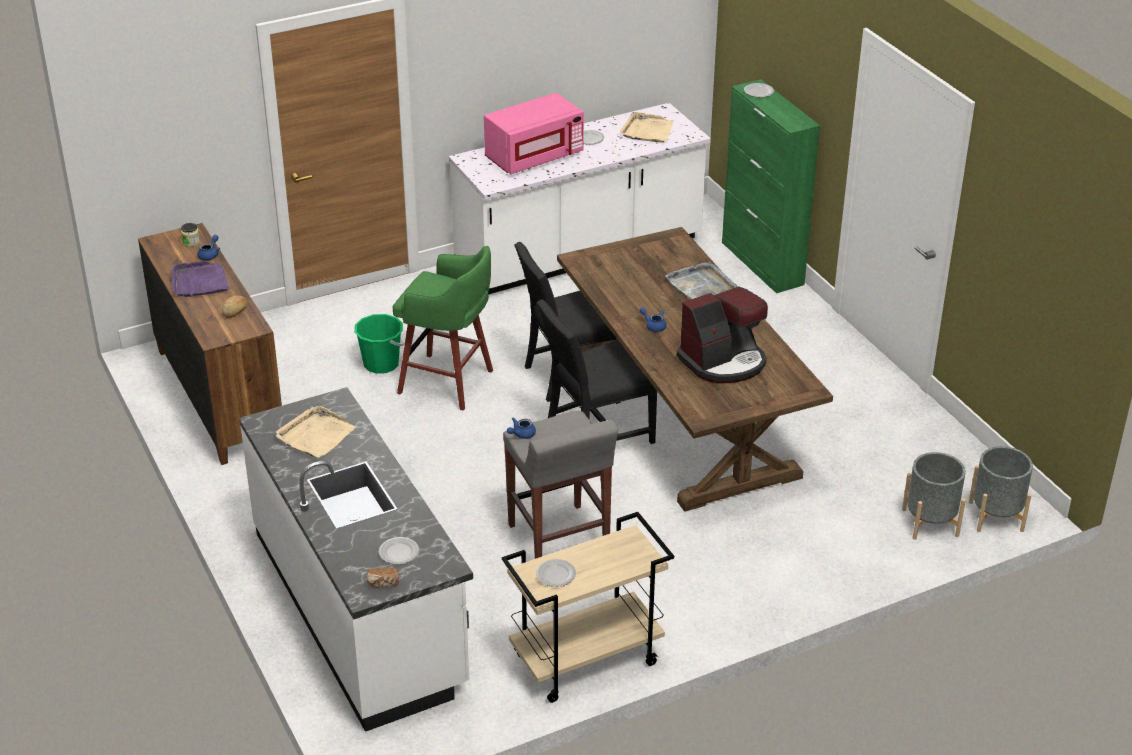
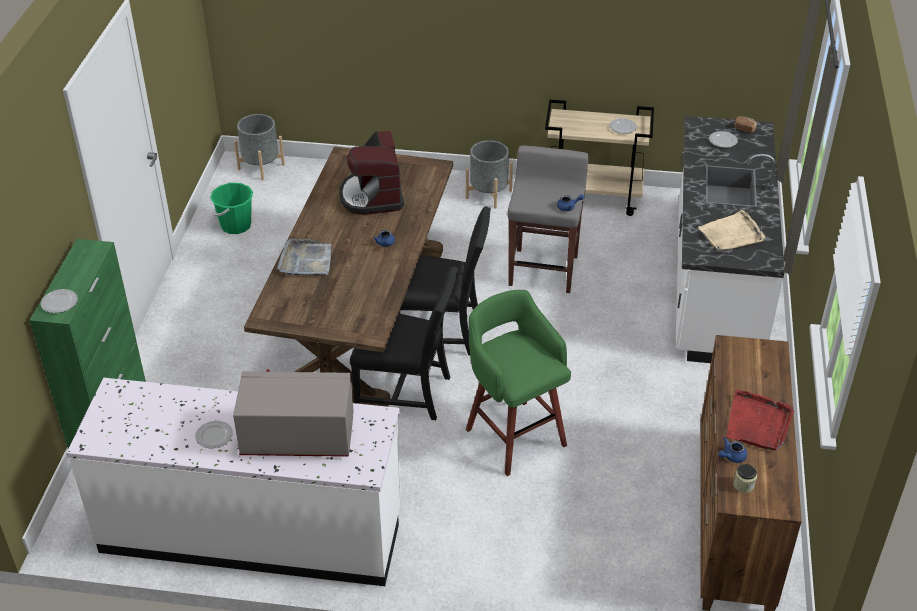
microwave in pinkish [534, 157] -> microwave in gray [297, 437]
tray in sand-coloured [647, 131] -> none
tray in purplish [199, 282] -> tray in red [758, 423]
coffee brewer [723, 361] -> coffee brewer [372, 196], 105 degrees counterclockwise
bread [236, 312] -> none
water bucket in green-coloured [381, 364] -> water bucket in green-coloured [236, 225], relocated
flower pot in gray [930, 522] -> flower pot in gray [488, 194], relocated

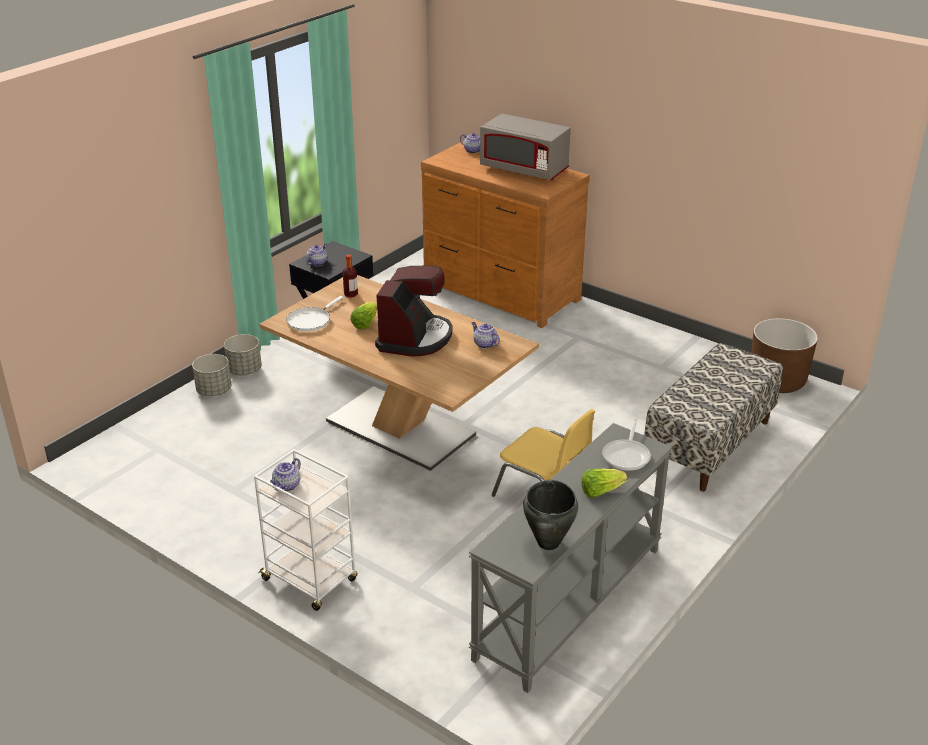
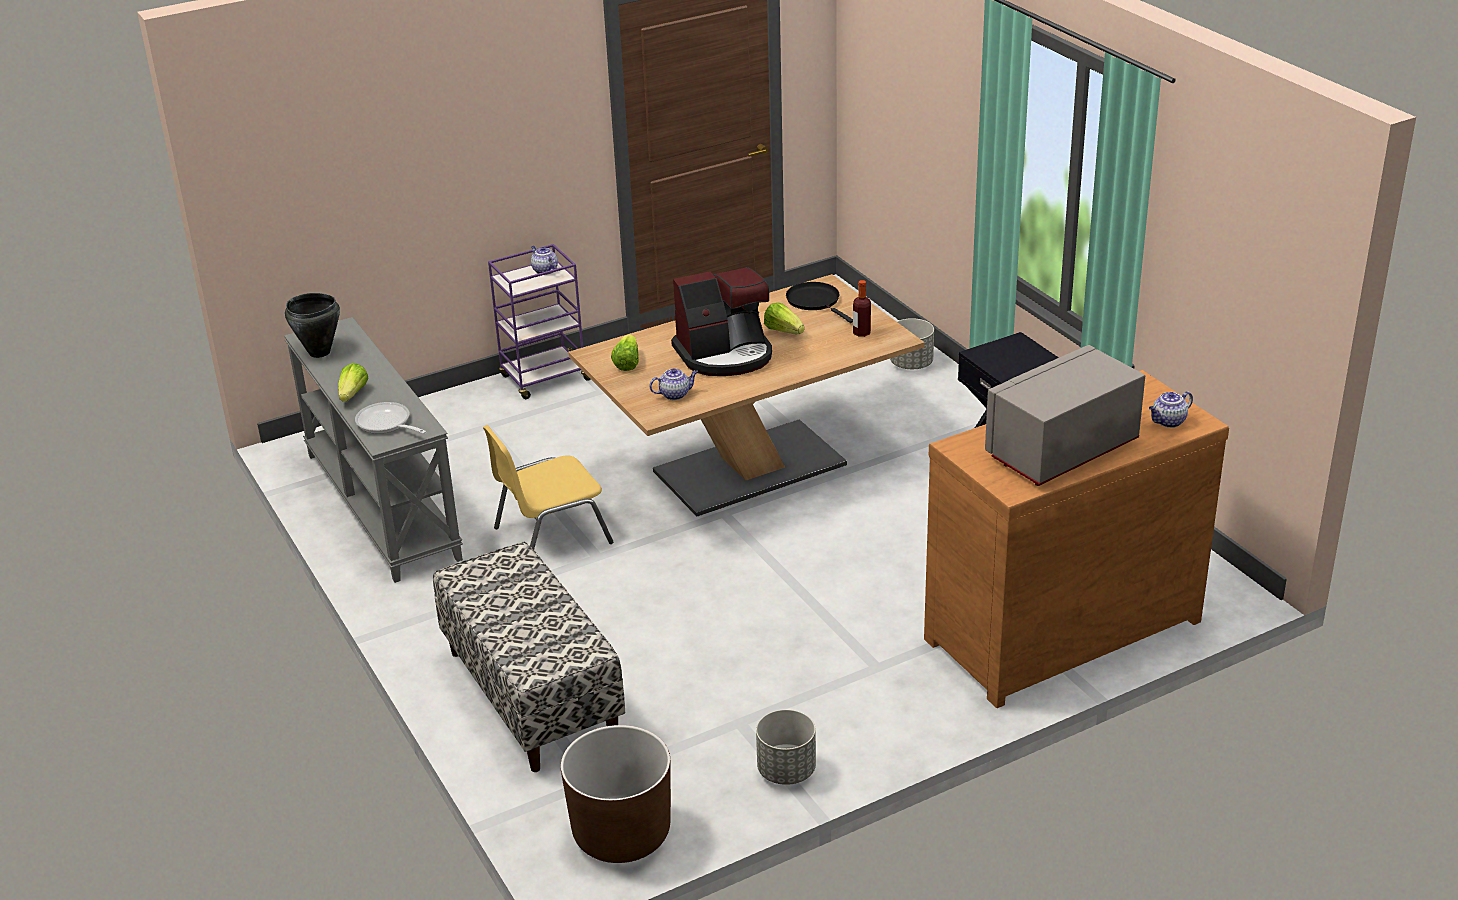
tea pot [317, 263] -> none
coffee brewer [415, 338] -> coffee brewer [725, 355], 60 degrees counterclockwise
frying pan in whitish [310, 320] -> frying pan in black-coloured [815, 301]
flower pot in gray [244, 370] -> flower pot in gray [786, 770], relocated
cart in whitish [310, 580] -> cart in purplish [544, 379]
none -> head of lettuce [627, 363]

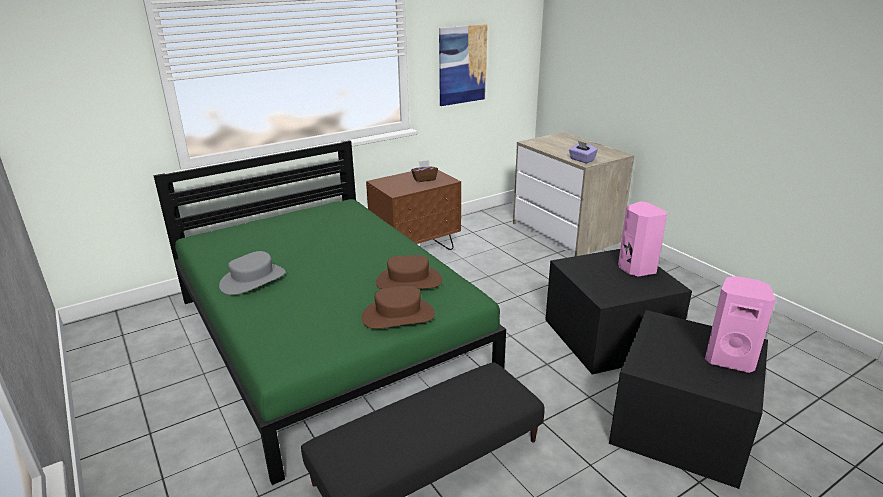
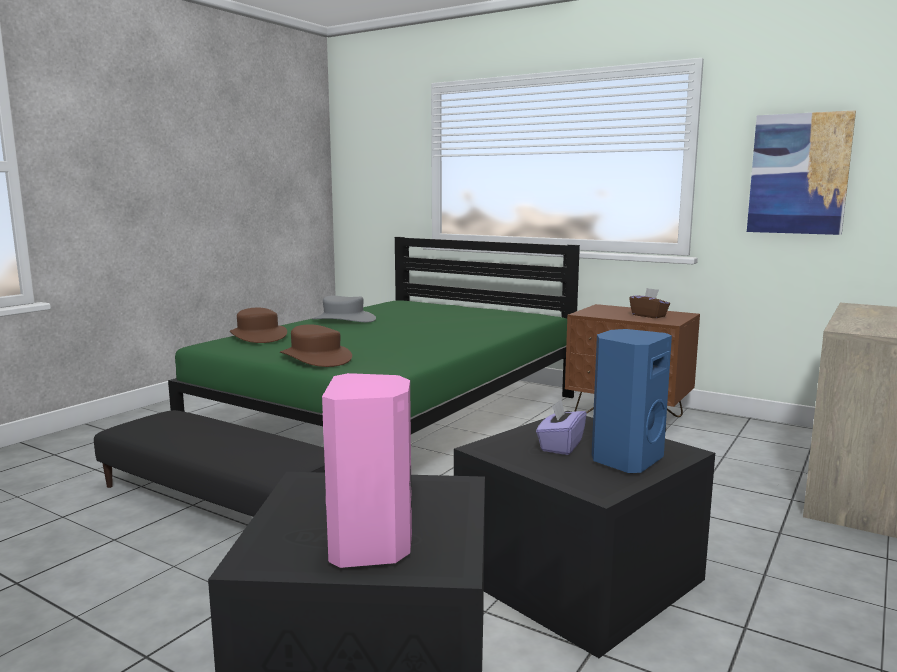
box of tissues in purplish [581, 160] -> box of tissues in purplish [560, 446], relocated
speaker in pinkish [635, 269] -> speaker in blue [624, 460]
hat in brownish [408, 281] -> hat in brownish [258, 336], relocated

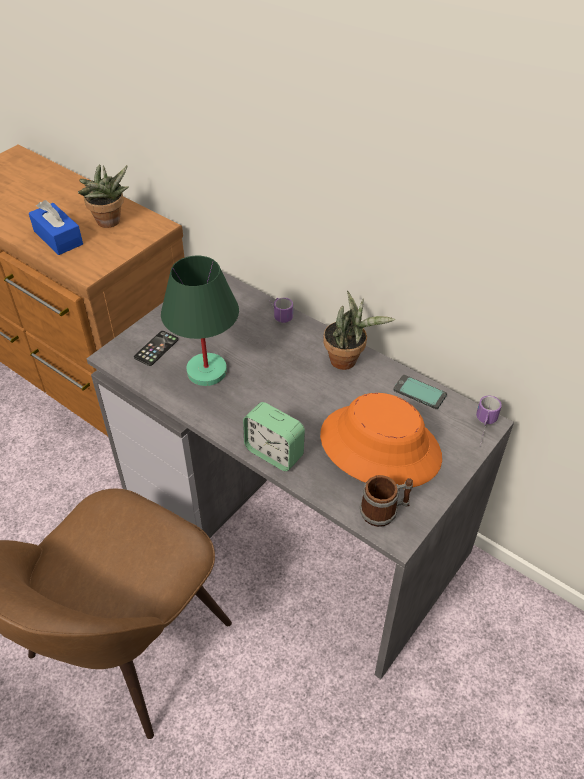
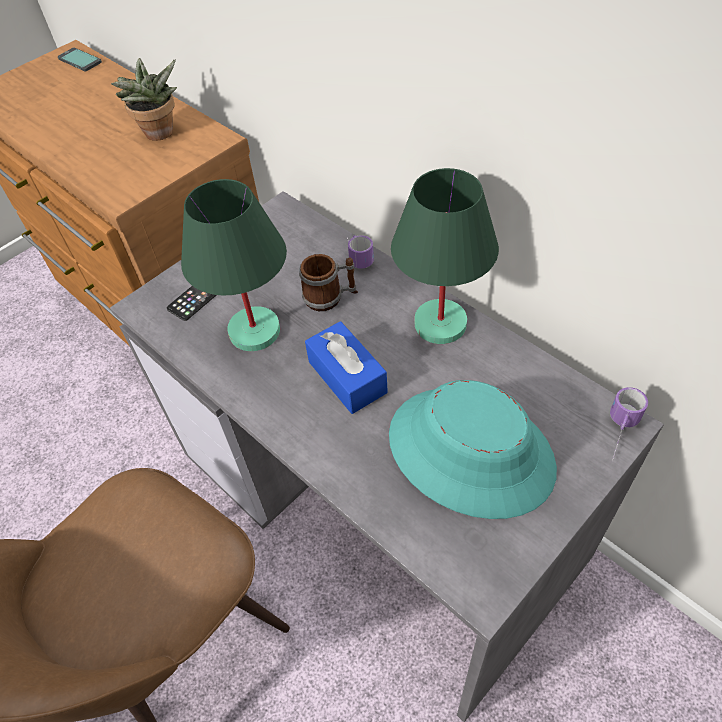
box of tissues in blue [58, 238] -> box of tissues in blue [347, 377], relocated
houseplant [347, 360] -> table lamp in green-coloured [439, 323]
handset [419, 393] -> handset [79, 61], relocated
hat in orangey [380, 446] -> hat in blue-green [471, 451]
table clock [274, 452] -> none
coffee mug [384, 511] -> coffee mug [330, 297], relocated

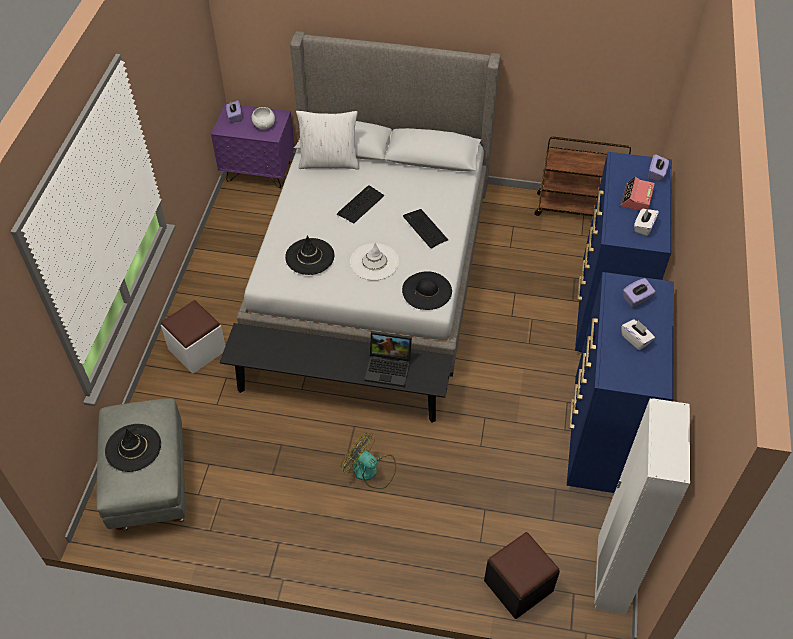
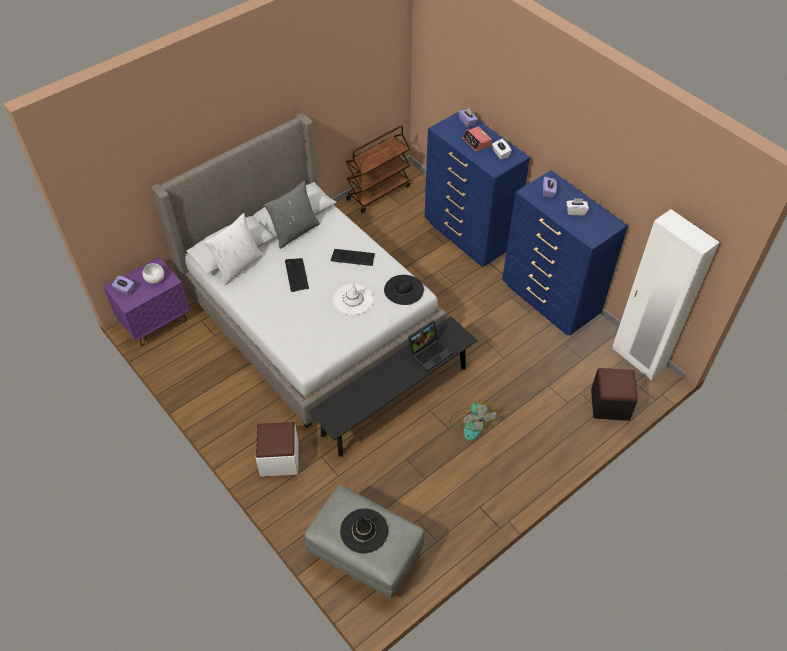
hat in black-coloured [309, 257] -> none
cooling fan [370, 471] -> cooling fan [471, 423], 90 degrees counterclockwise
none -> throw pillow in gray [294, 232]

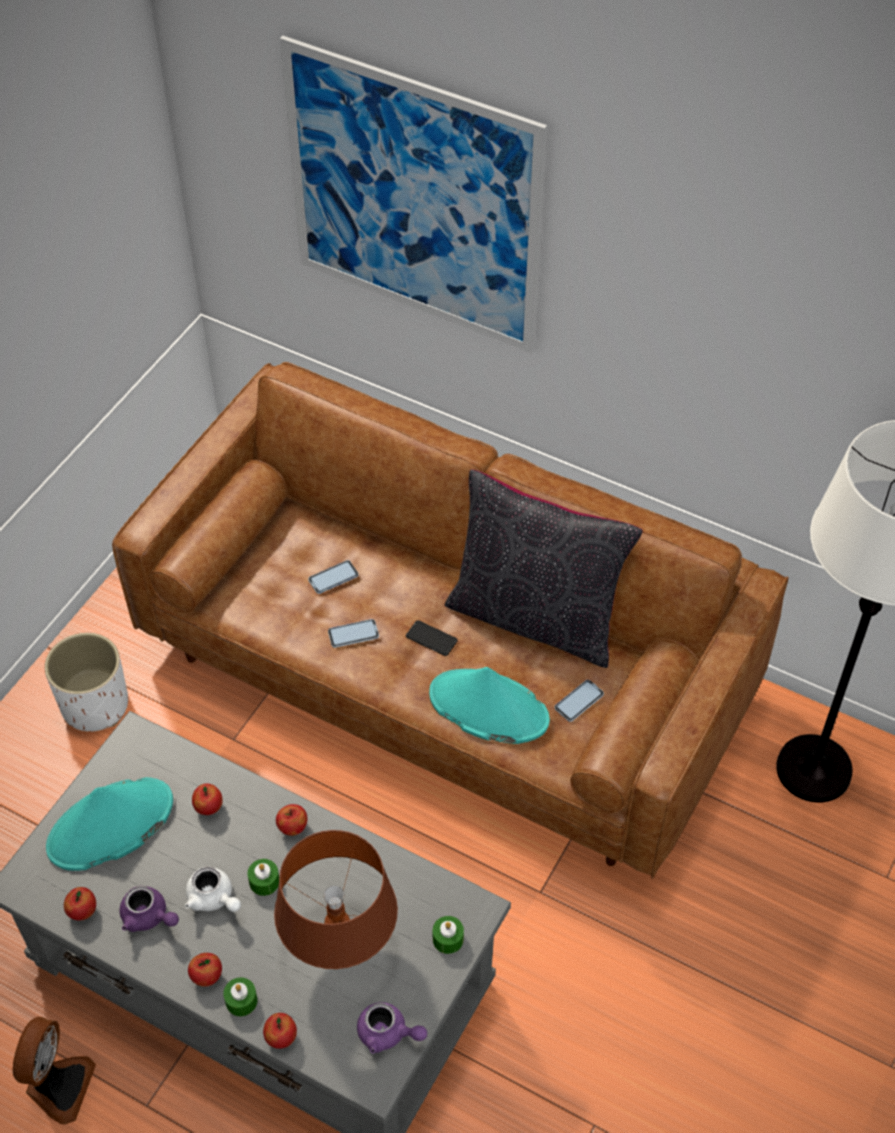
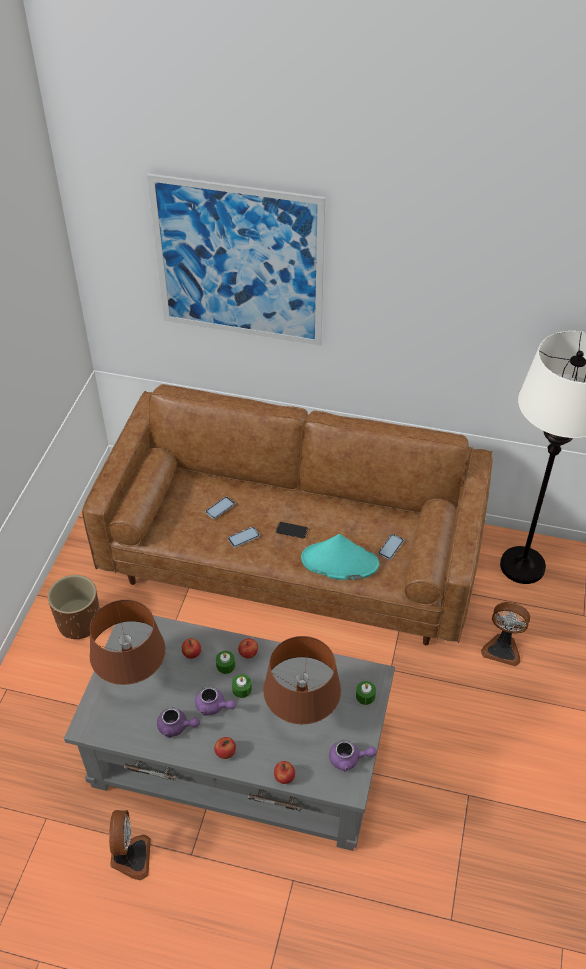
throw pillow in black-coloured [535, 617] -> none
flower pot in whitish [95, 705] -> flower pot in brownish [79, 622]
hat in blue-green [110, 825] -> table lamp in brownish [133, 678]
tea pot in whitish [213, 899] -> tea pot in purplish [213, 706]
whole apple [82, 911] -> none
wax light in green-coloured [241, 1001] -> wax light in green-coloured [225, 665], relocated
none -> cooling fan [502, 648]

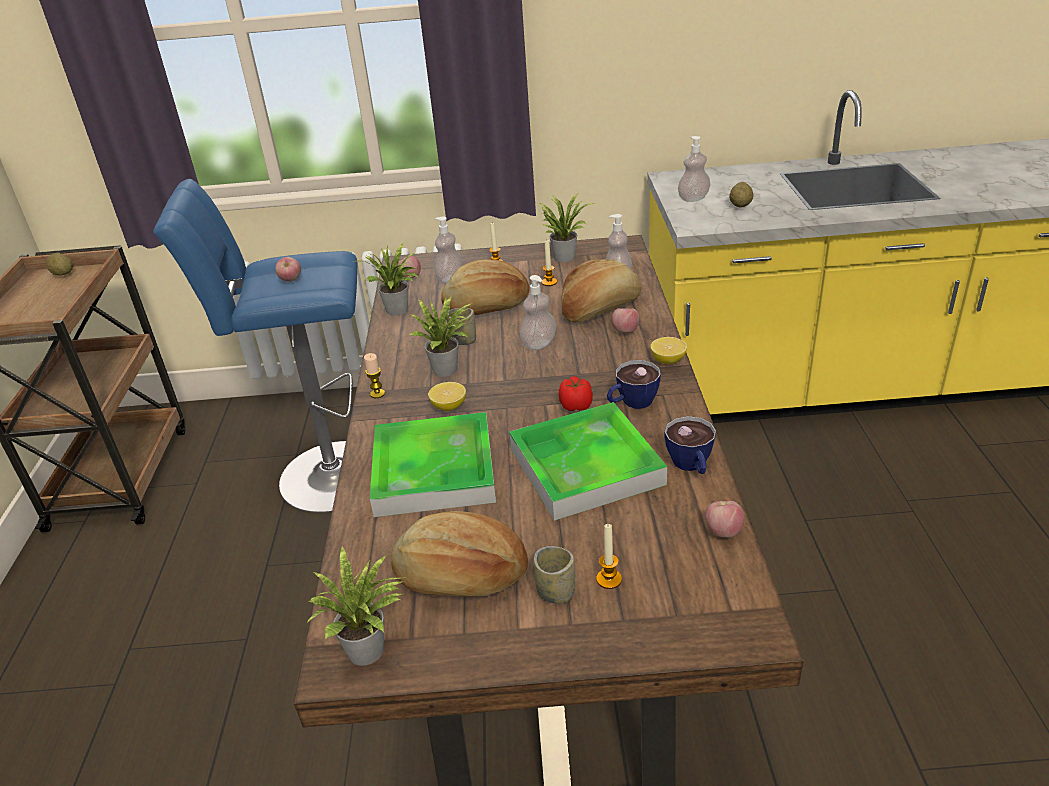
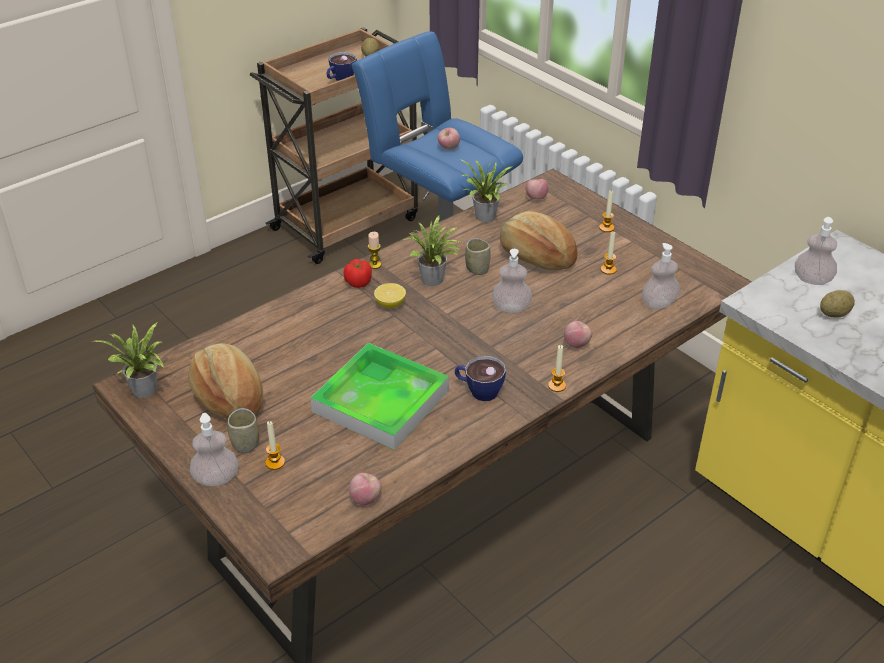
houseplant [564, 256] -> none
soap bottle [450, 278] -> soap bottle [216, 478], relocated
bread [600, 309] -> none
whole lemon [668, 360] -> wax light [557, 386]
fresh tomato [576, 405] -> fresh tomato [359, 282], relocated
tray [434, 470] -> none
cup [691, 466] -> cup [340, 79], relocated

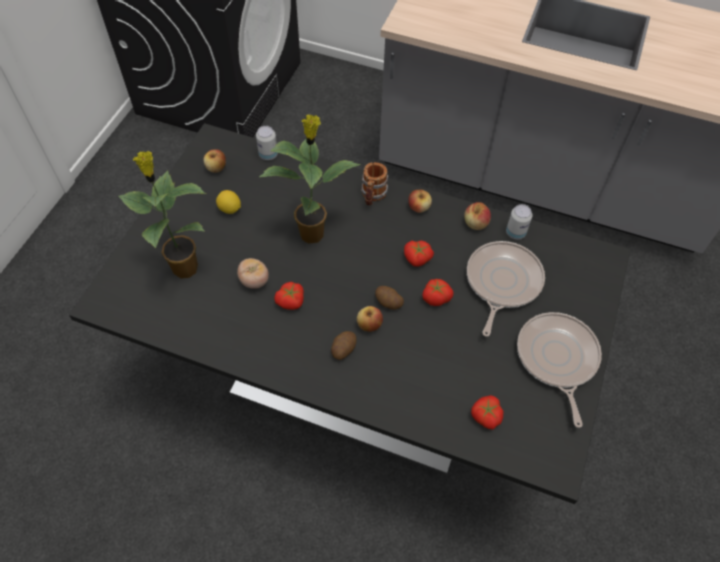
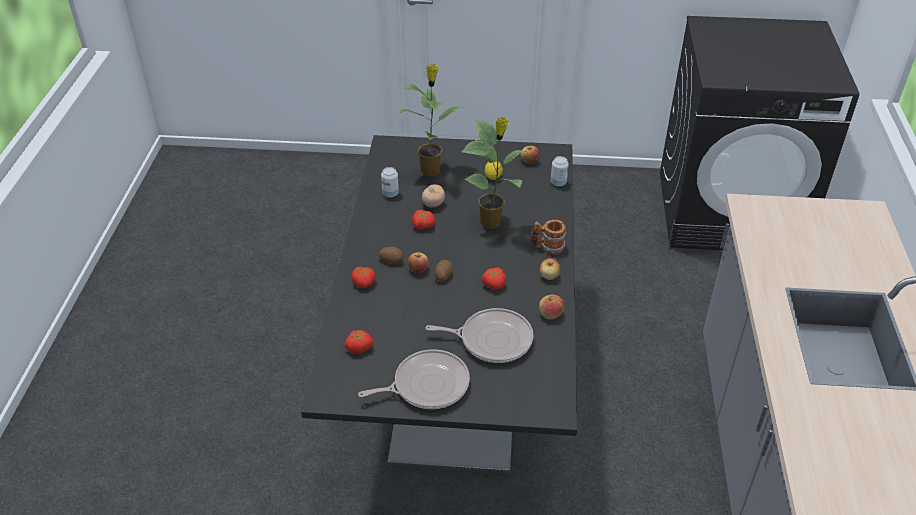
sealed can [515, 233] -> sealed can [390, 194], relocated
fresh tomato [436, 297] -> fresh tomato [364, 283], relocated

